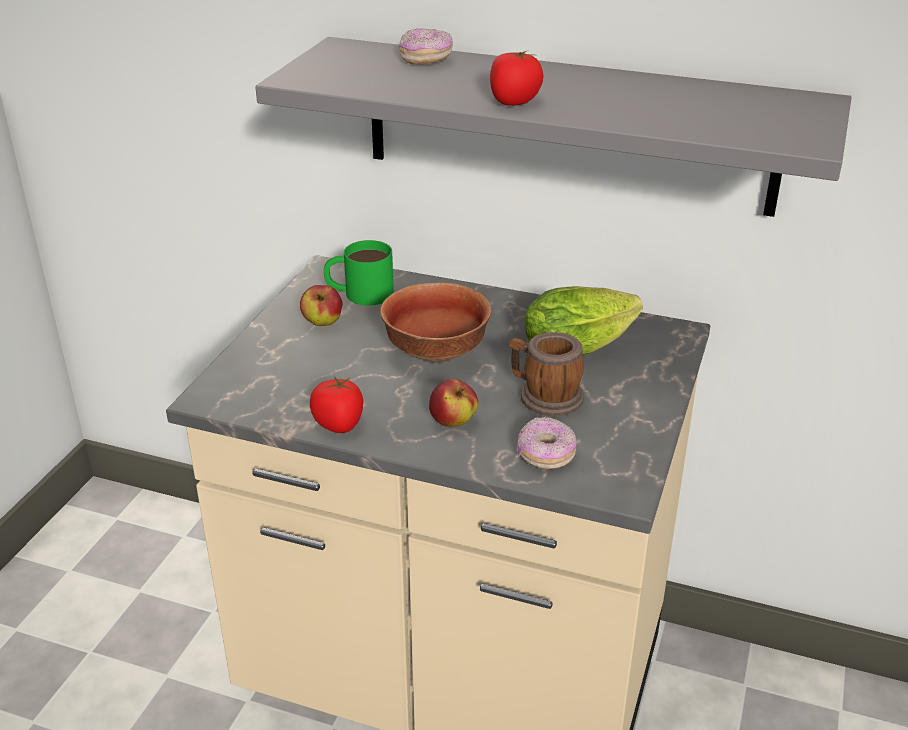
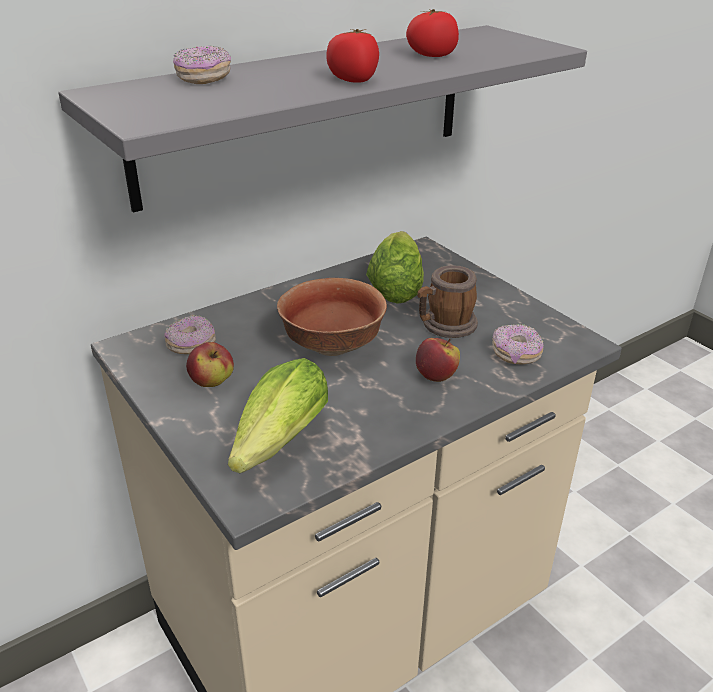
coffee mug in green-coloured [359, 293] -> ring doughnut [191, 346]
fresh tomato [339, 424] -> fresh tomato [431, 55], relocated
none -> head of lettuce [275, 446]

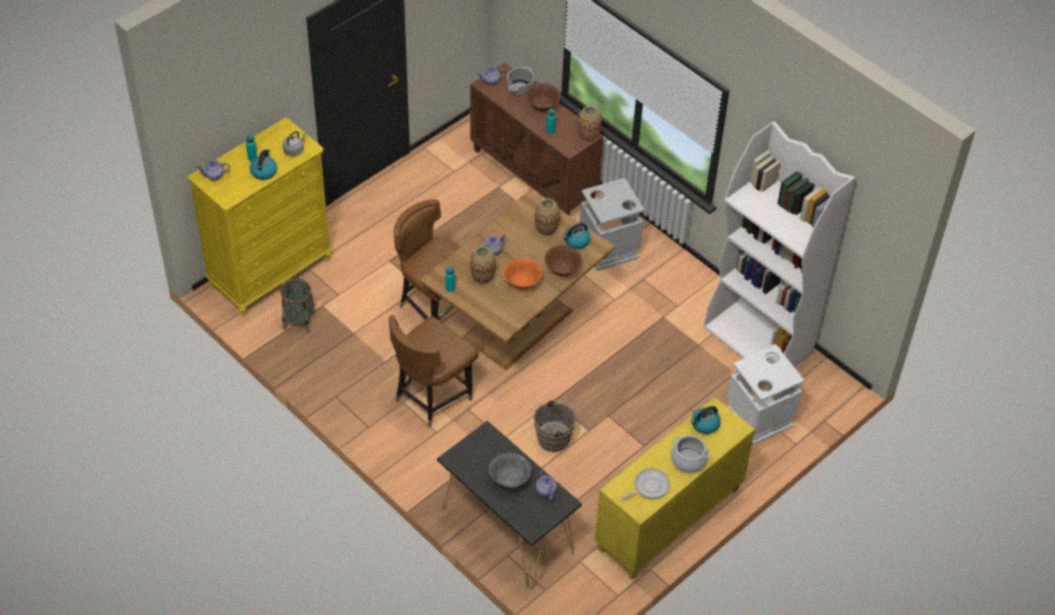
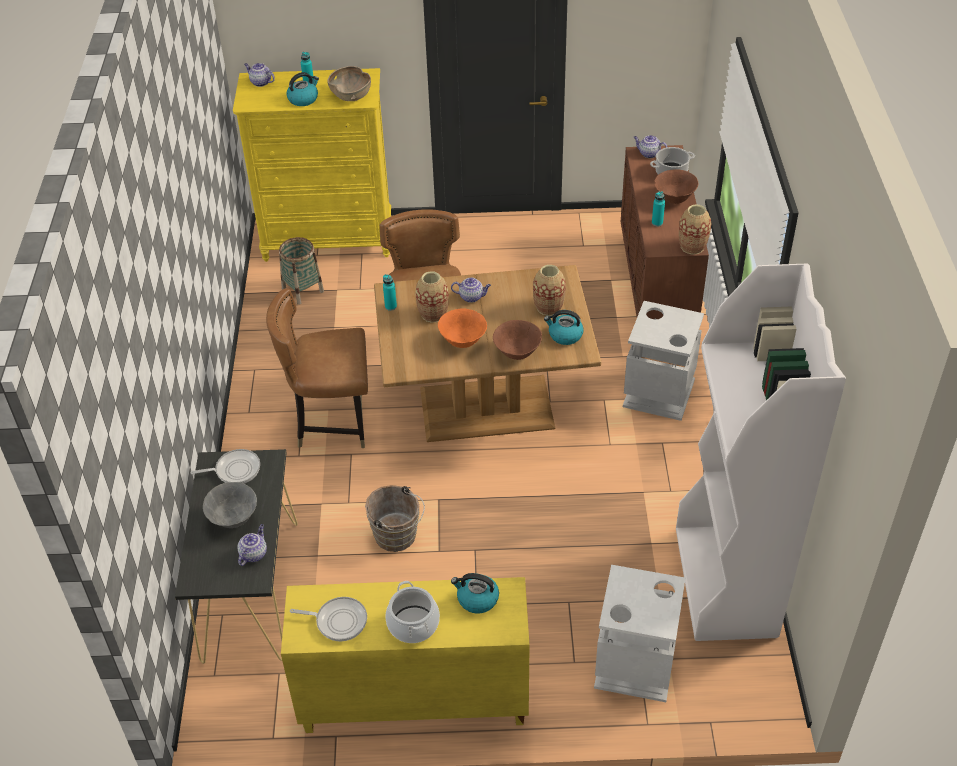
tea kettle in gray [294, 150] -> serving bowl in brownish [351, 95]
none -> frying pan [235, 470]

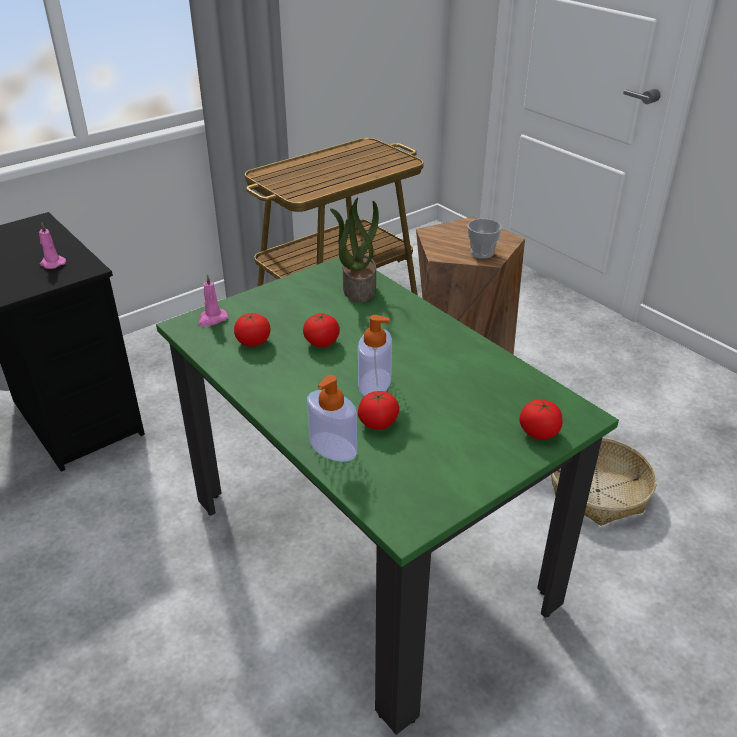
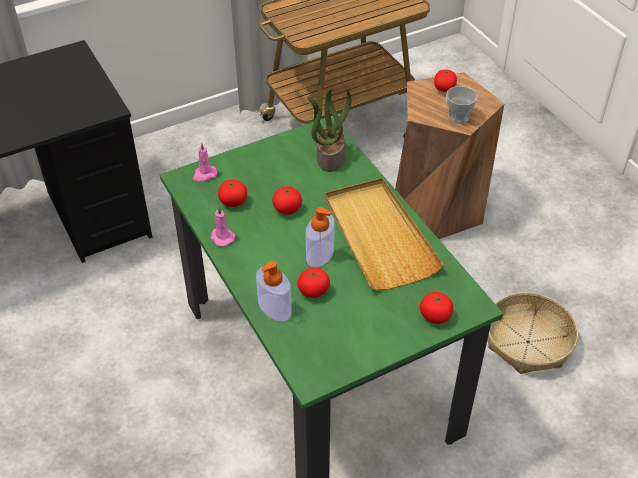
wax light in pinkish [52, 263] -> wax light in pinkish [221, 237], relocated
none -> fresh tomato [444, 89]
none -> tray in sand-coloured [378, 236]

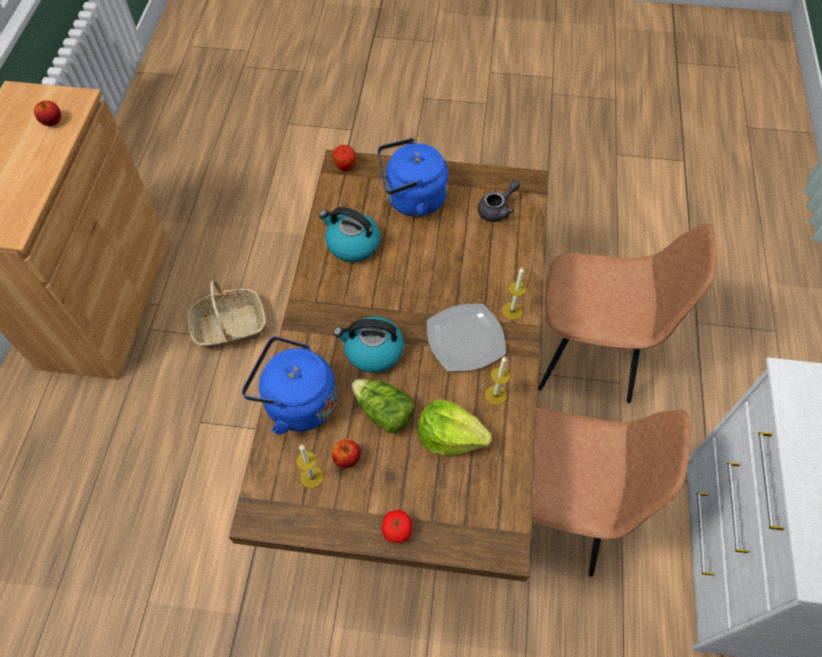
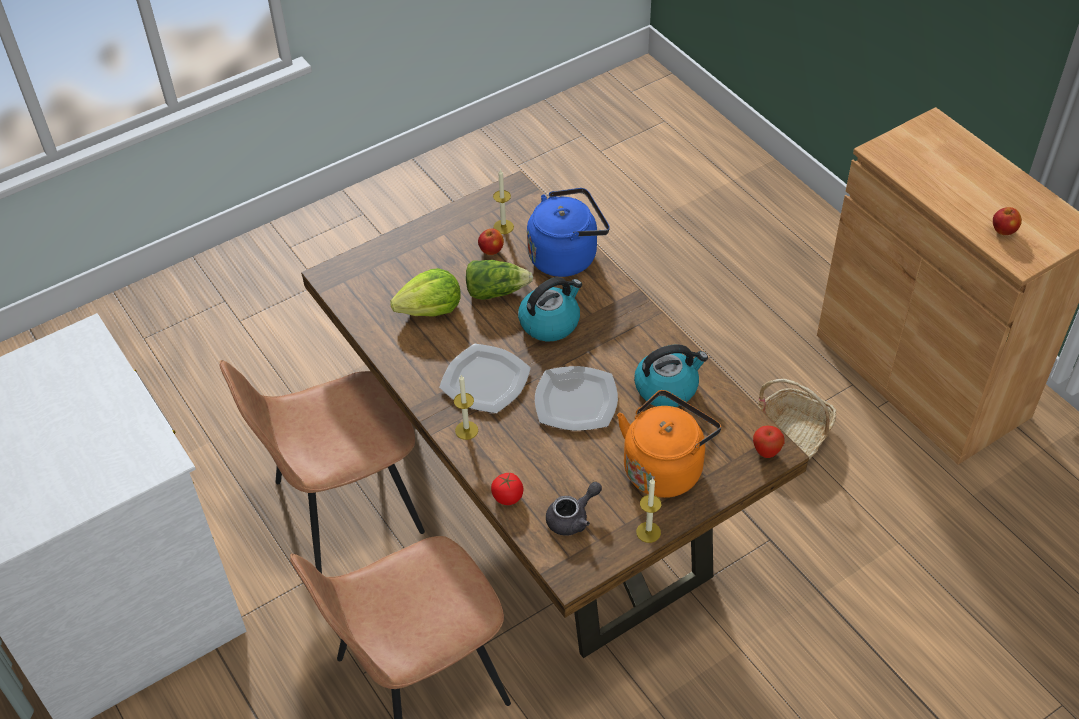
tea kettle in blue [412, 199] -> tea kettle in orangey [665, 467]
tea pot in gray [497, 209] -> tea pot in gray [573, 518], 135 degrees counterclockwise
wax light [495, 395] -> wax light [648, 532], relocated
fresh tomato [397, 530] -> fresh tomato [508, 496], relocated
none -> dinner plate [577, 401]

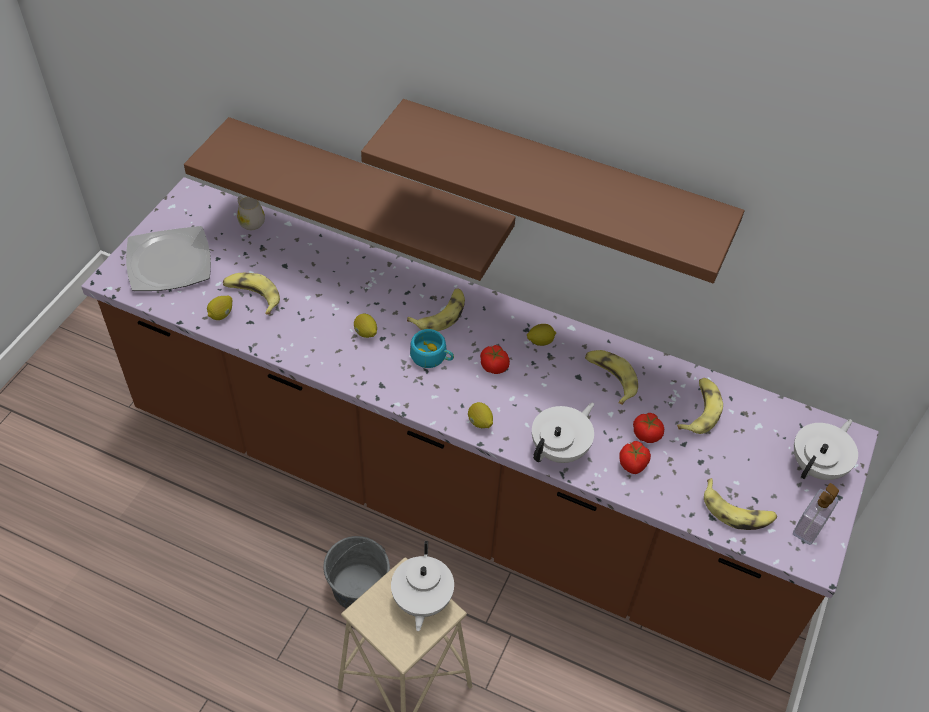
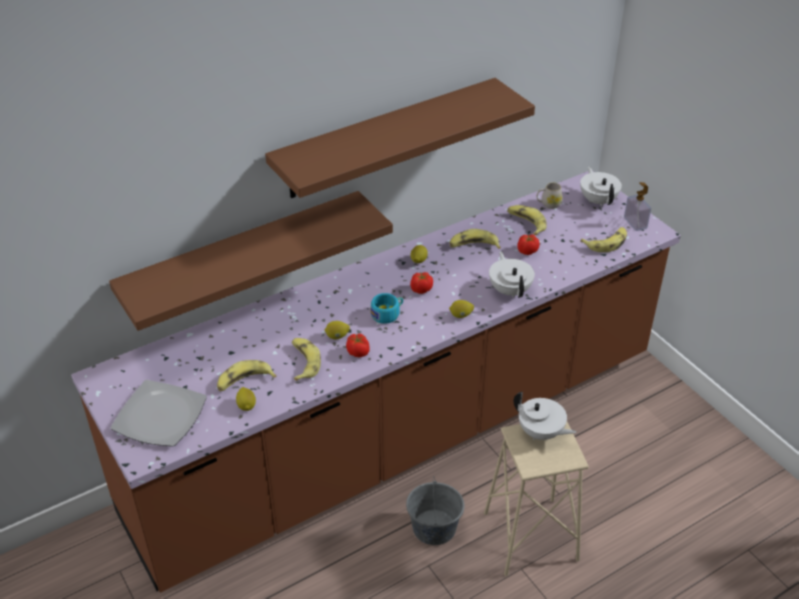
coffee mug in whitish [250, 221] -> coffee mug in whitish [548, 204], relocated
banana fruit [440, 314] -> banana fruit [303, 362], relocated
fresh tomato [633, 464] -> fresh tomato [358, 352], relocated

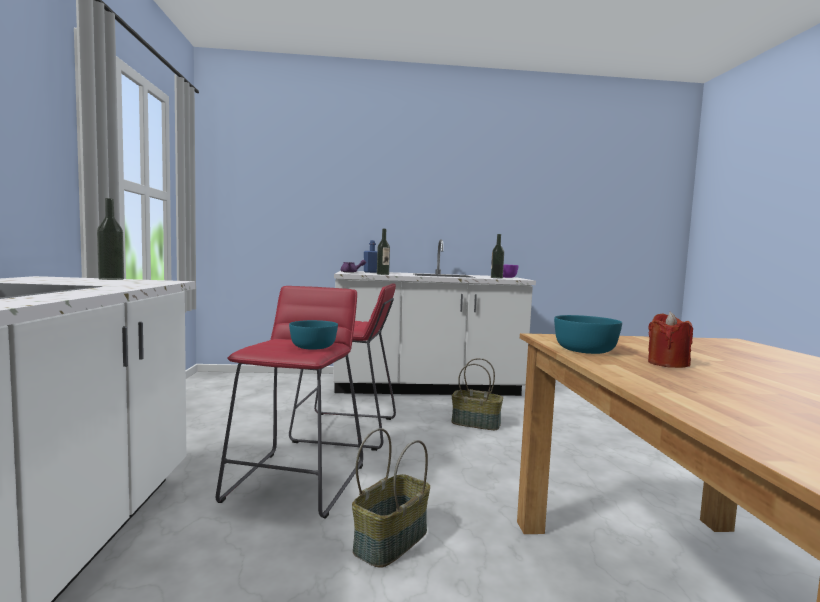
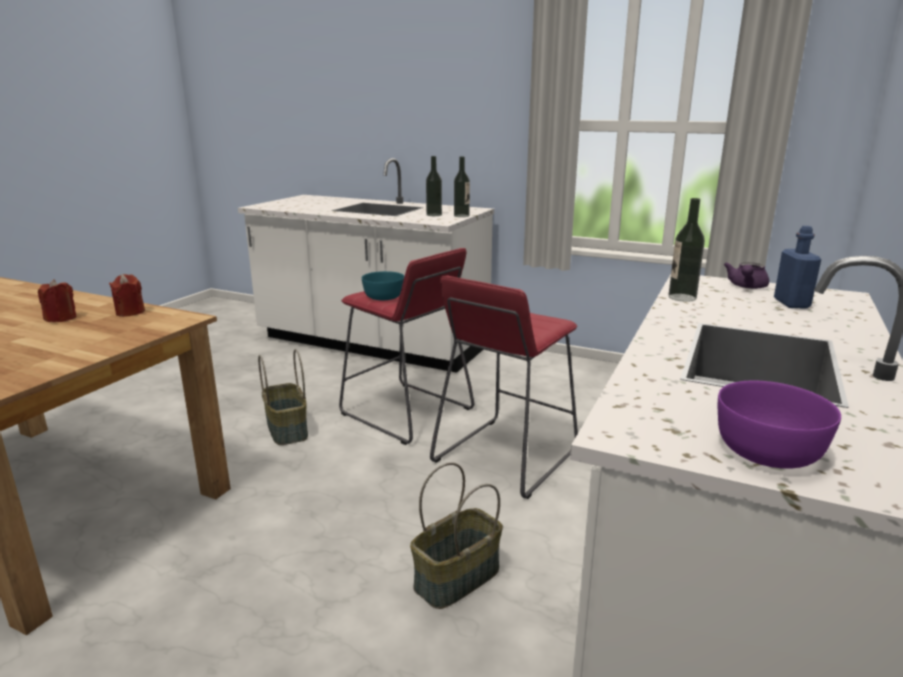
bottle [496, 278] -> bottle [434, 215], relocated
serving bowl in blue-green [586, 350] -> wax light in red [130, 312]

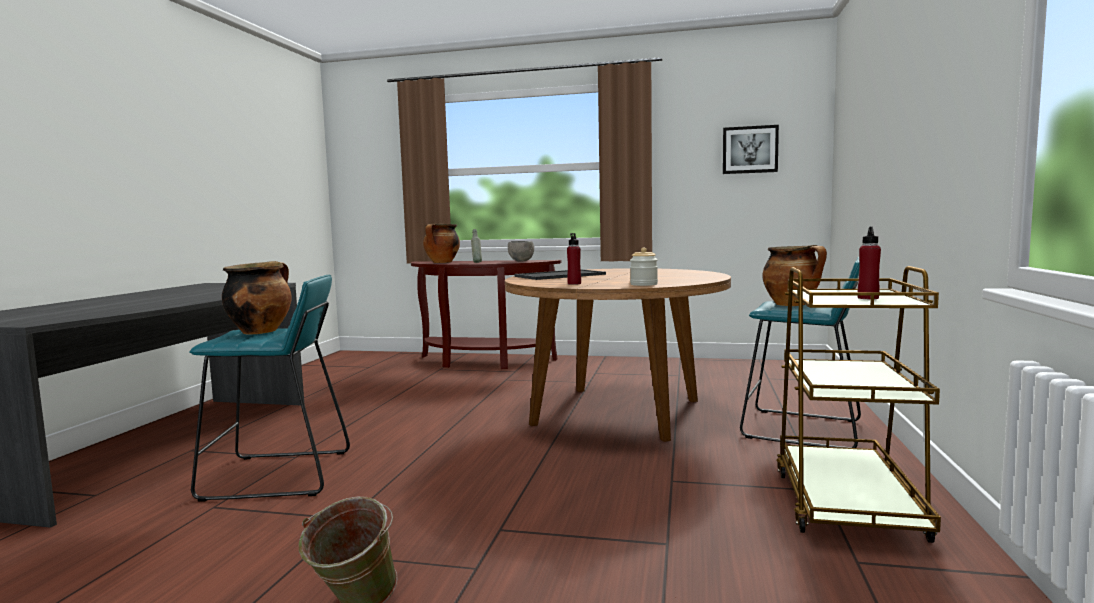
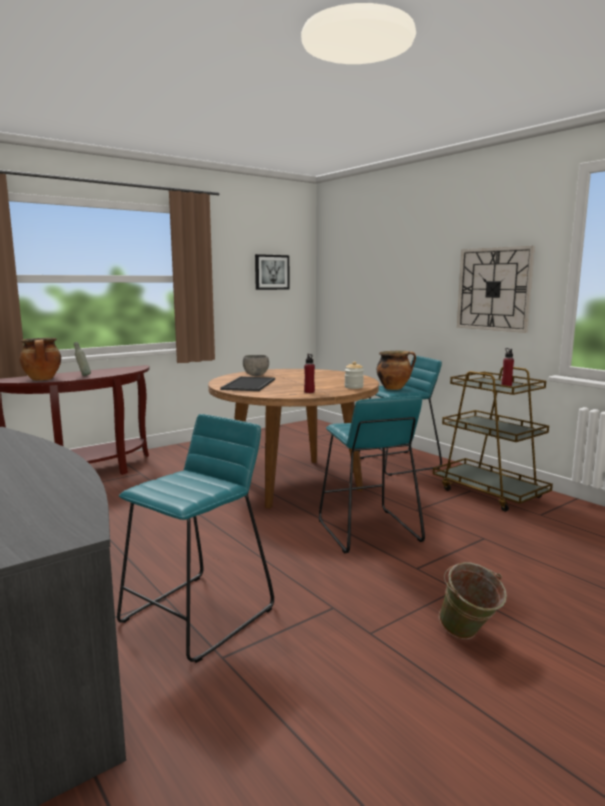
serving bowl in gray [521, 261] -> serving bowl in gray [256, 375], relocated
saucepot [261, 331] -> none
none -> hanging clock [494, 289]
none -> stool seat in blue-green [367, 530]

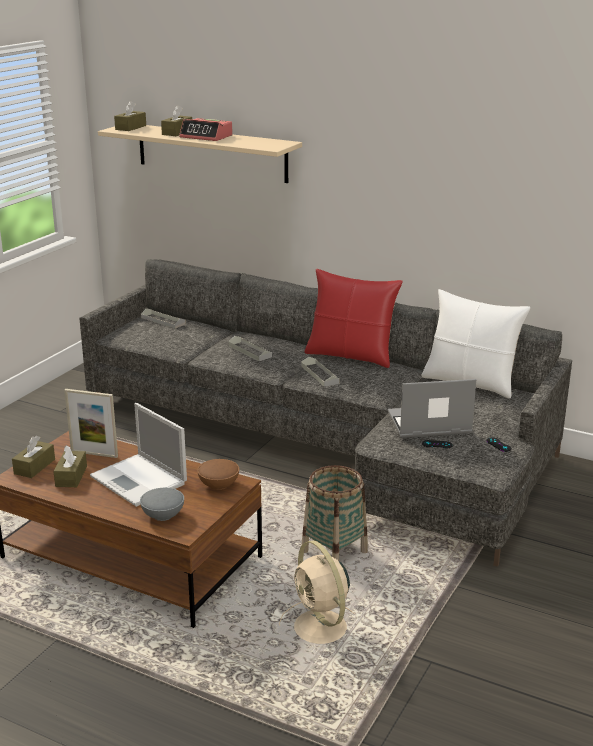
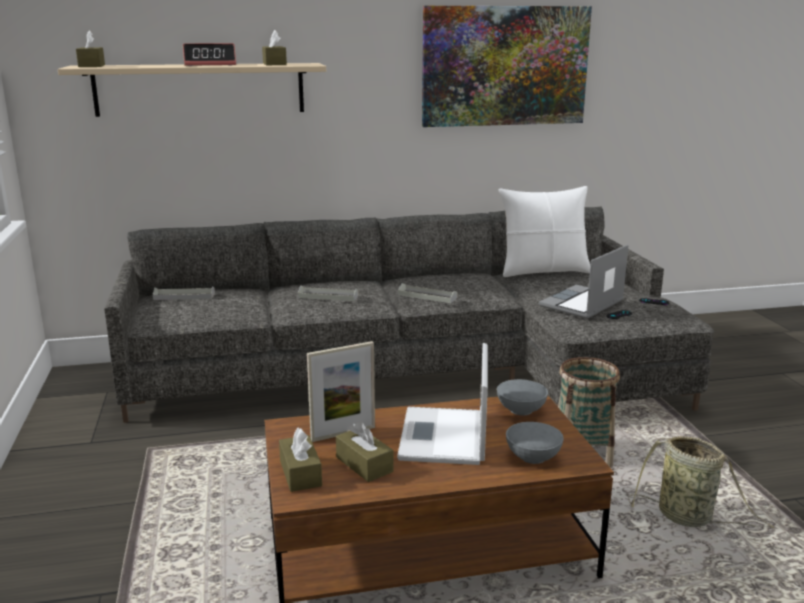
box of tissues in brownish [177, 132] -> box of tissues in brownish [274, 64], relocated
throw pillow in red [351, 355] -> none
portable computer [140, 481] -> portable computer [444, 437], 90 degrees clockwise
serving bowl in brownish [219, 484] -> serving bowl in gray [520, 409]
cooling fan in sand-coloured [321, 629] -> household basket [688, 518]
none -> wall art [505, 66]

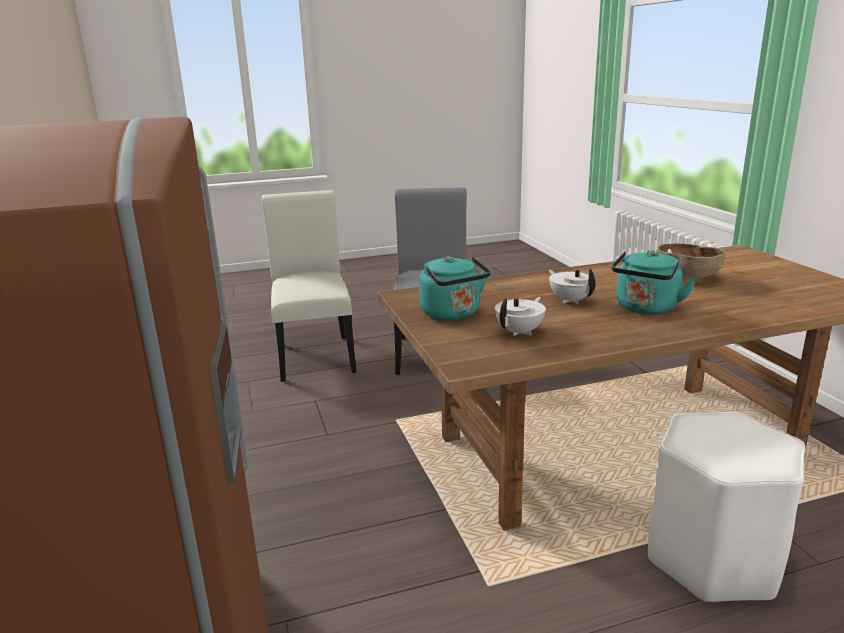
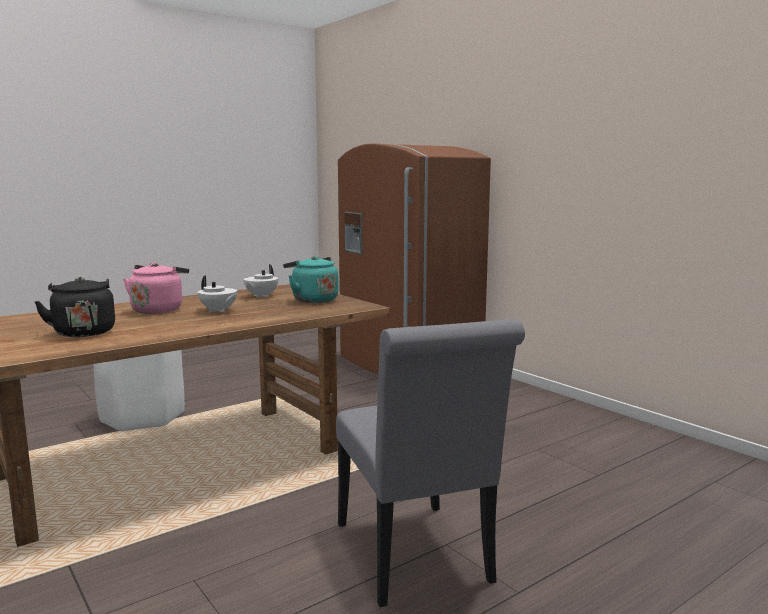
plain chair in whitish [315, 354] -> none
serving bowl in brownish [686, 277] -> tea kettle in black-coloured [83, 332]
tea kettle in blue-green [645, 309] -> tea kettle in pinkish [158, 310]

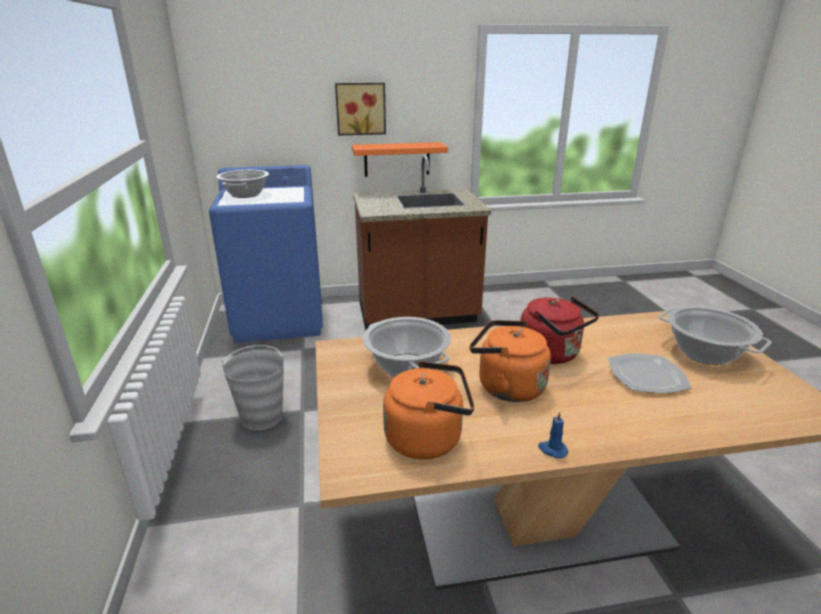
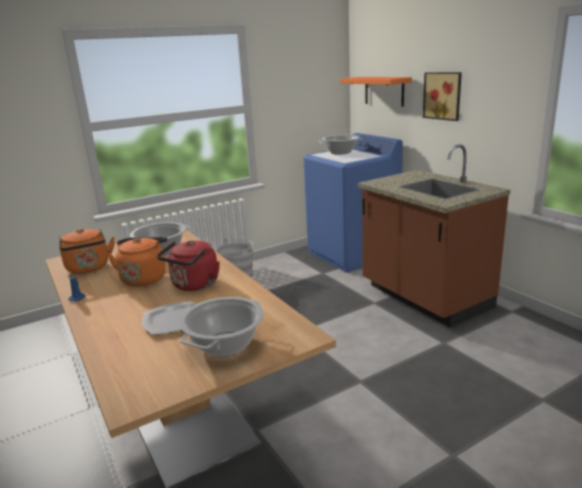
bracket shelf in orangey [397, 159] -> bracket shelf in orangey [384, 91], relocated

